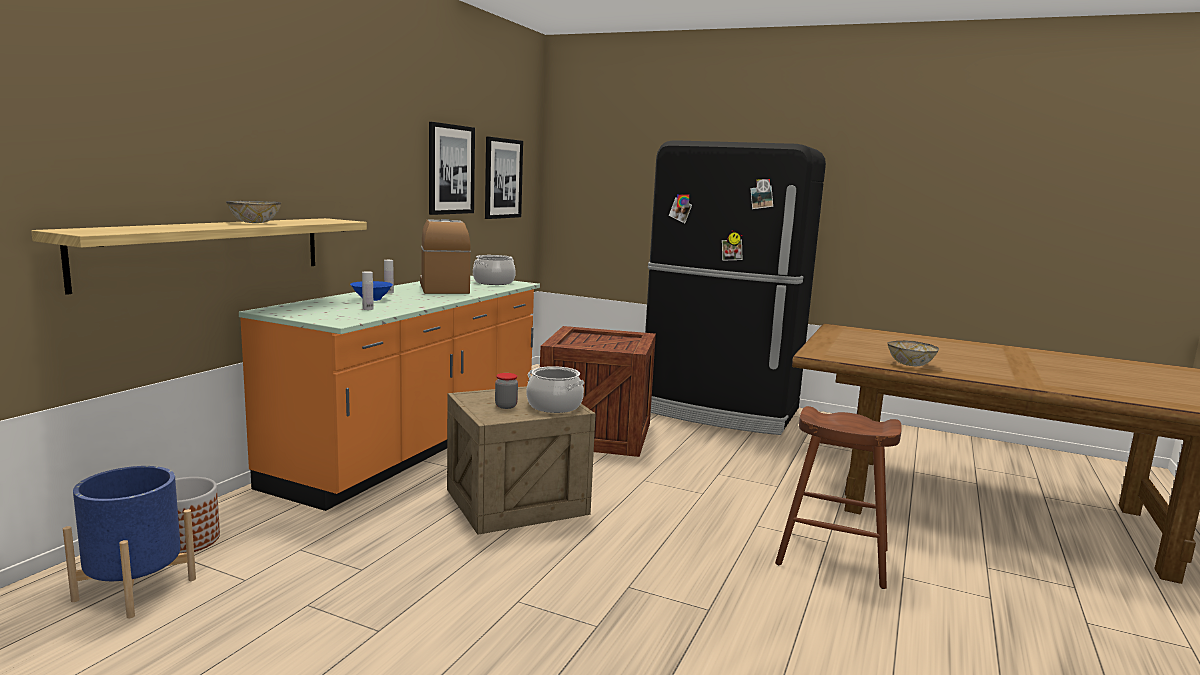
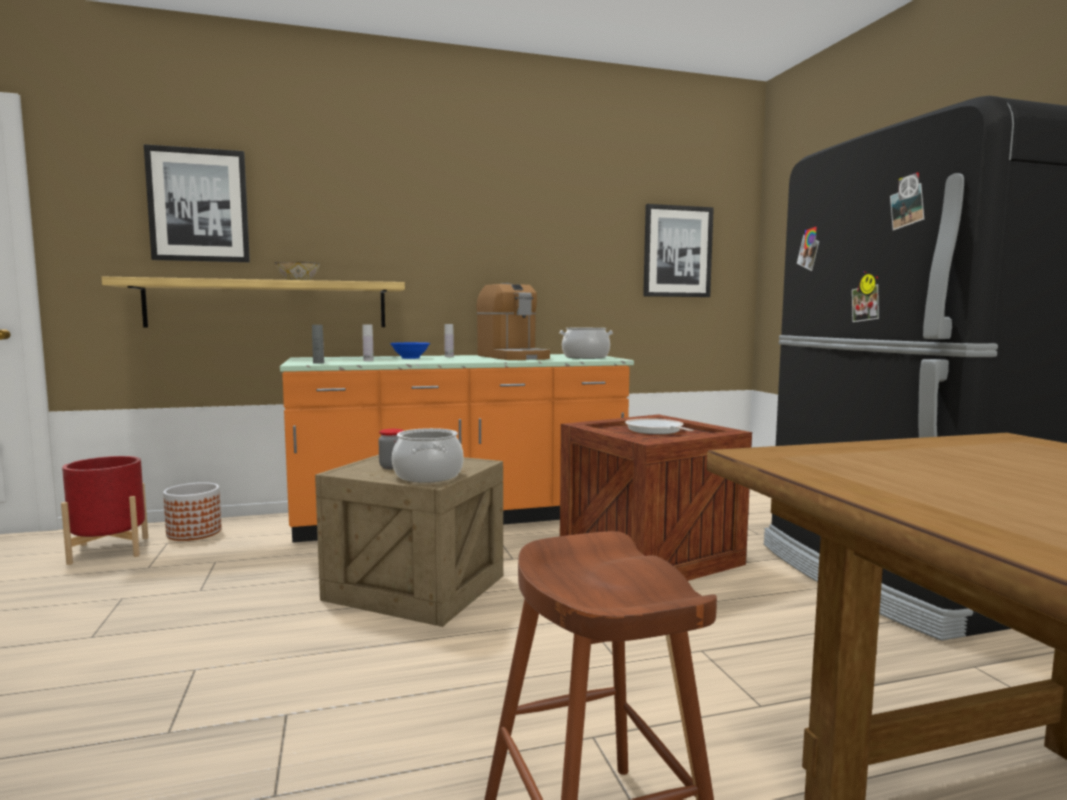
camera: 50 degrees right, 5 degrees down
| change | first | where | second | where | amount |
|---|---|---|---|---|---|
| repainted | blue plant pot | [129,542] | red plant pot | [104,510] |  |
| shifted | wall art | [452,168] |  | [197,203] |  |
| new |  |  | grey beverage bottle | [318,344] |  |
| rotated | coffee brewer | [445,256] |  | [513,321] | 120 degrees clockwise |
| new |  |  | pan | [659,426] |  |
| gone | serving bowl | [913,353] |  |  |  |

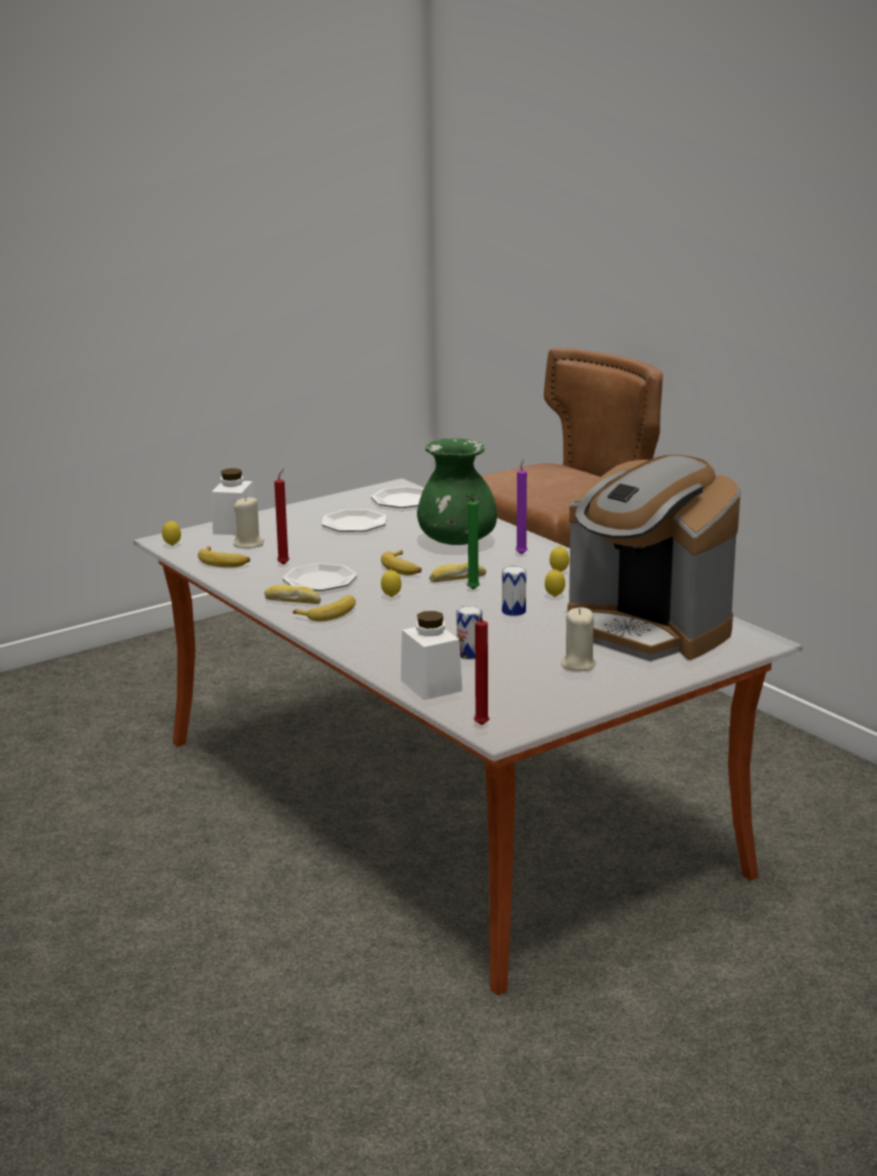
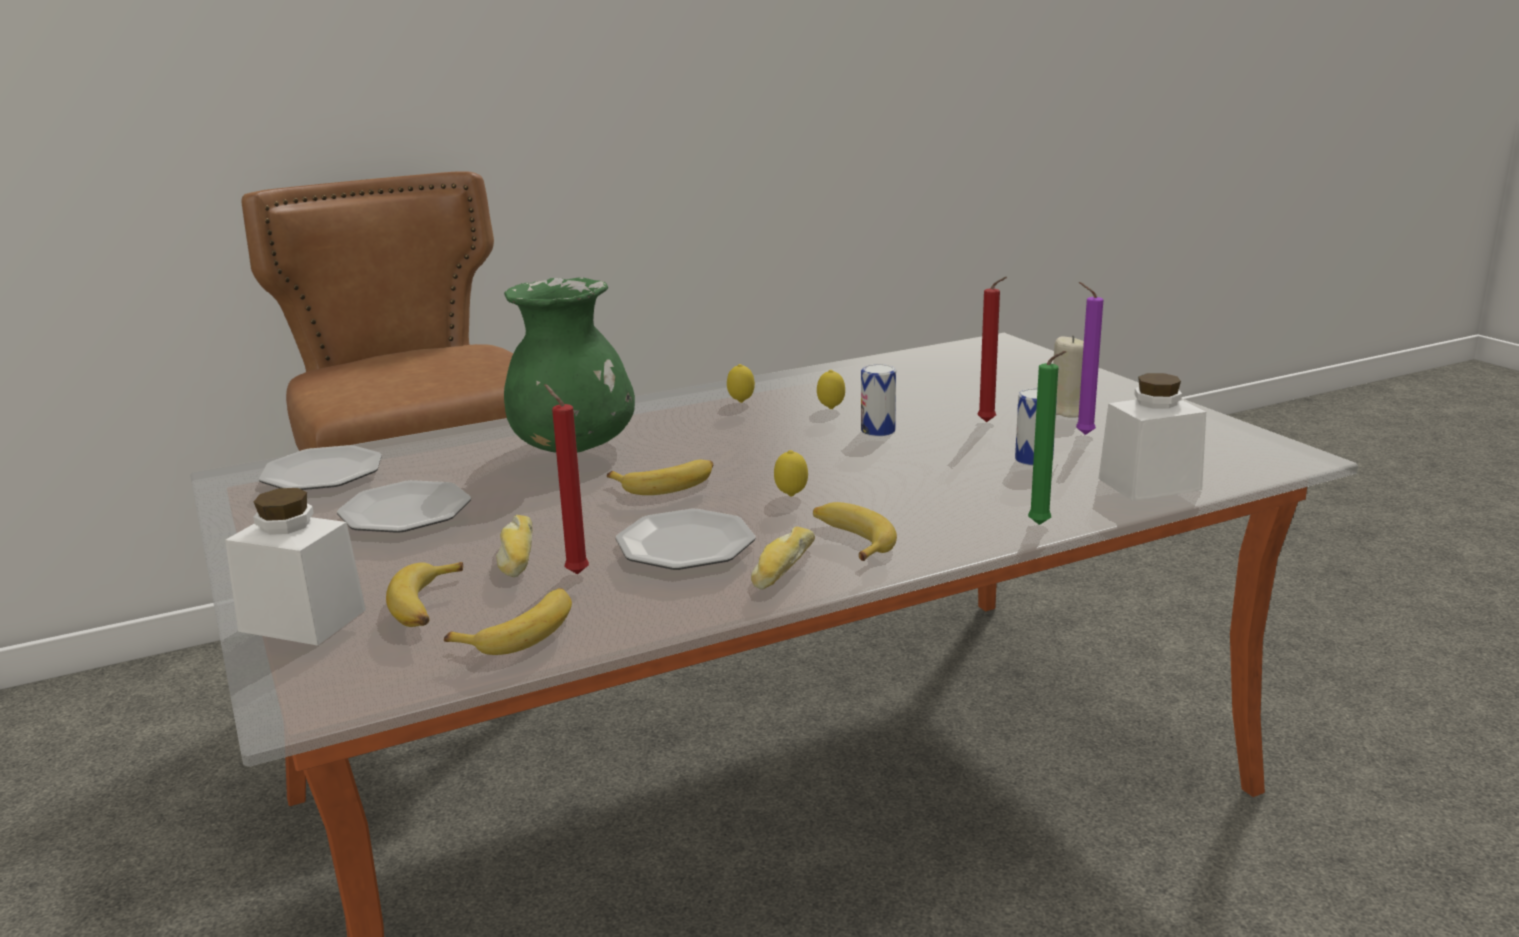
camera: 80 degrees left, 0 degrees up
| change | first | where | second | where | amount |
|---|---|---|---|---|---|
| swapped | beige-coloured wax candle | [249,522] | whole banana | [424,594] |  |
| shifted | bread | [457,572] |  | [514,546] |  |
| shifted | red wax candle | [482,670] |  | [992,349] |  |
| shifted | green wax candle | [473,542] |  | [1047,438] |  |
| shifted | purple wax candle | [521,507] |  | [1089,358] |  |
| gone | lemon | [171,533] |  |  |  |
| gone | coffee brewer | [654,558] |  |  |  |

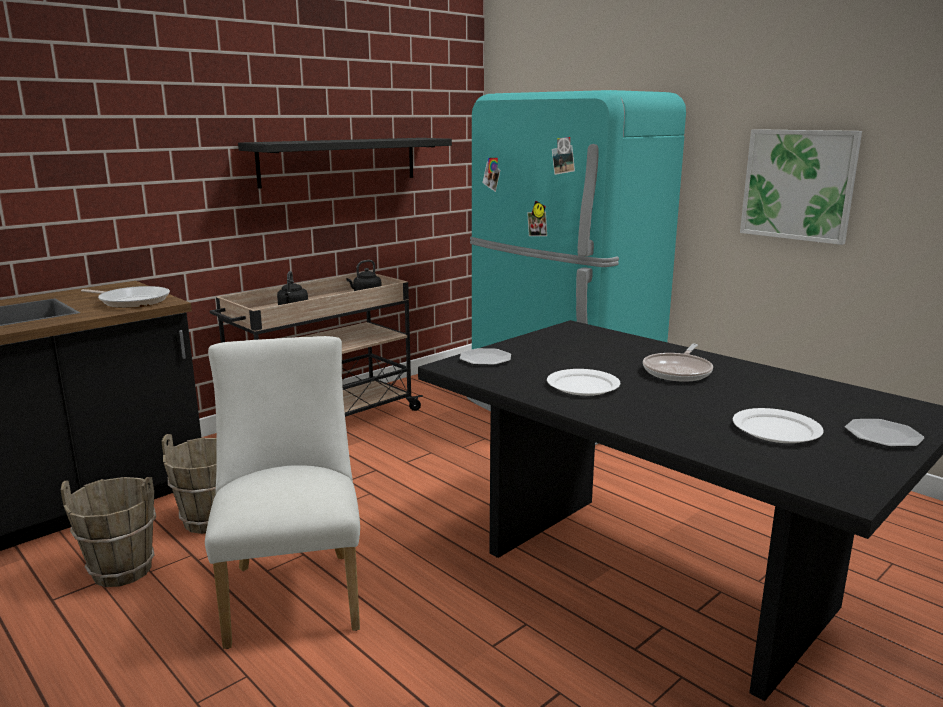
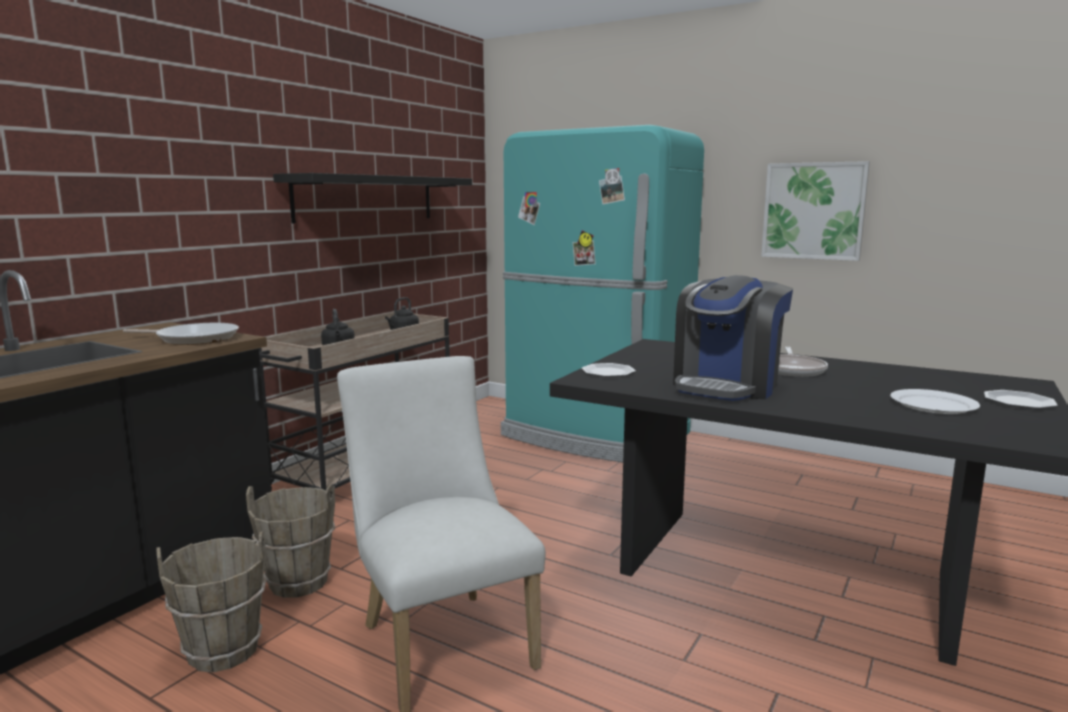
camera: 15 degrees left, 5 degrees down
| change | first | where | second | where | amount |
|---|---|---|---|---|---|
| swapped | whitish plate | [583,382] | coffee brewer | [733,338] |  |

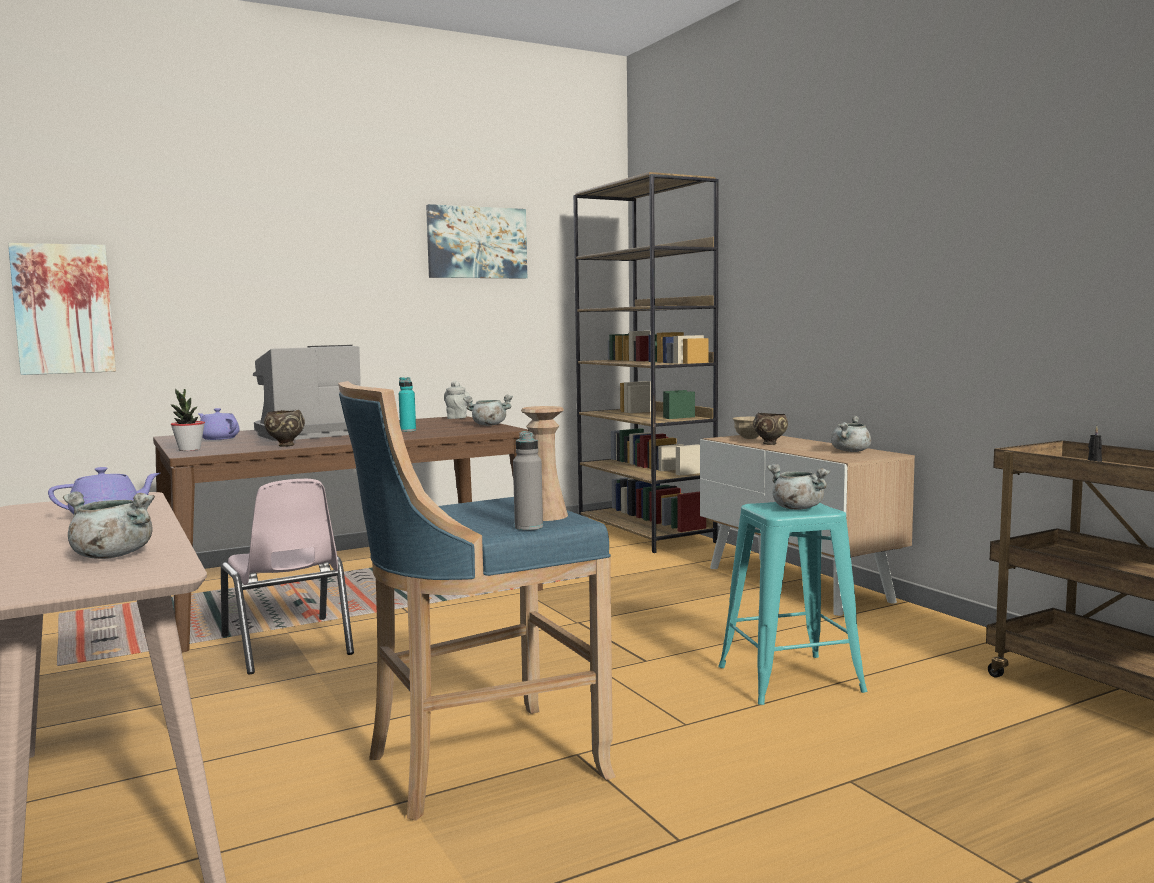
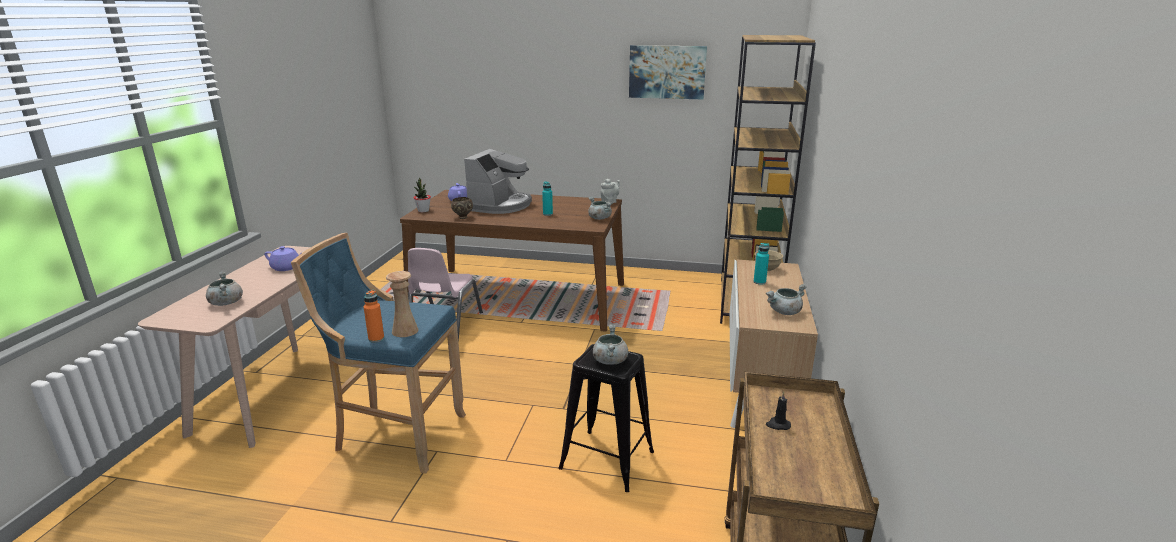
camera: 40 degrees right, 15 degrees up
| change | first | where | second | where | amount |
|---|---|---|---|---|---|
| repainted | grey beverage bottle | [528,480] | orange beverage bottle | [374,316] |  |
| rotated | coffee brewer | [307,393] |  | [498,181] | 105 degrees clockwise |
| repainted | blue-green stool seat | [792,603] | black-coloured stool seat | [606,418] |  |
| swapped | brownish serving bowl | [770,429] | blue-green beverage bottle | [761,264] |  |
| gone | wall art | [62,309] |  |  |  |

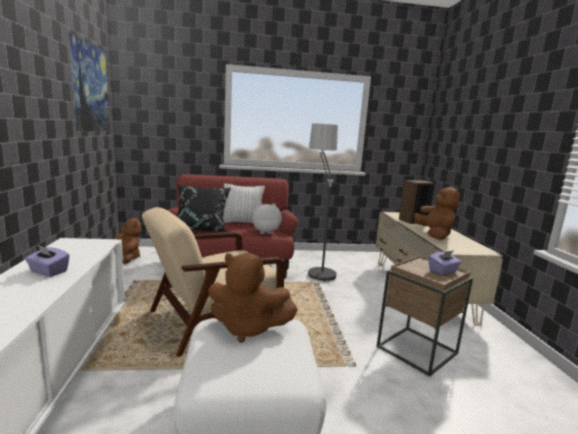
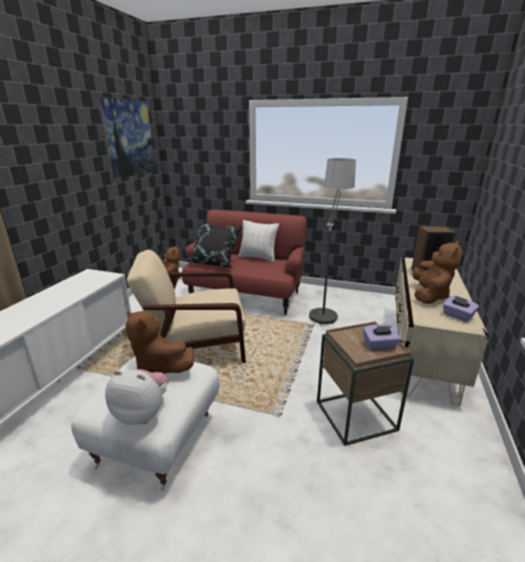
camera: 25 degrees right, 10 degrees up
| change | first | where | second | where | amount |
|---|---|---|---|---|---|
| shifted | cuddly toy | [267,218] |  | [136,397] |  |
| shifted | purple tissue holder | [47,261] |  | [461,308] |  |

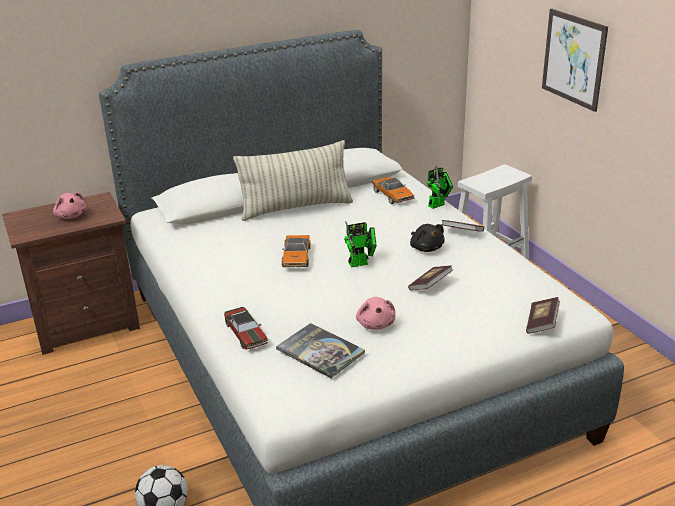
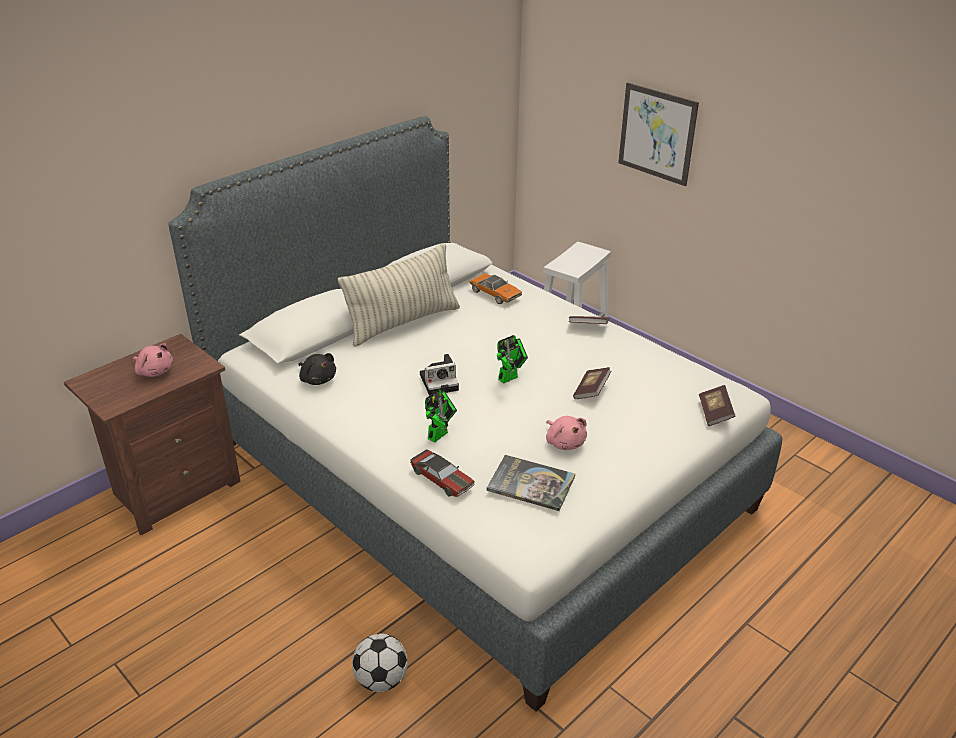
camera: 20 degrees left, 5 degrees up
| change | first | where | second | where | amount |
|---|---|---|---|---|---|
| shifted | black-coloured cuddly toy | [427,238] |  | [317,369] |  |
| swapped | model car | [296,251] | photo camera | [439,375] |  |
| shifted | toy robot | [440,187] |  | [441,415] |  |

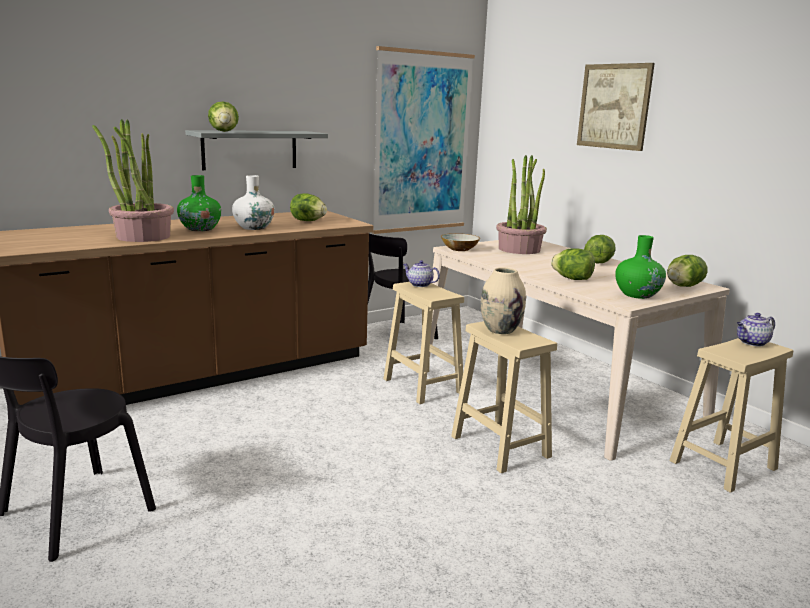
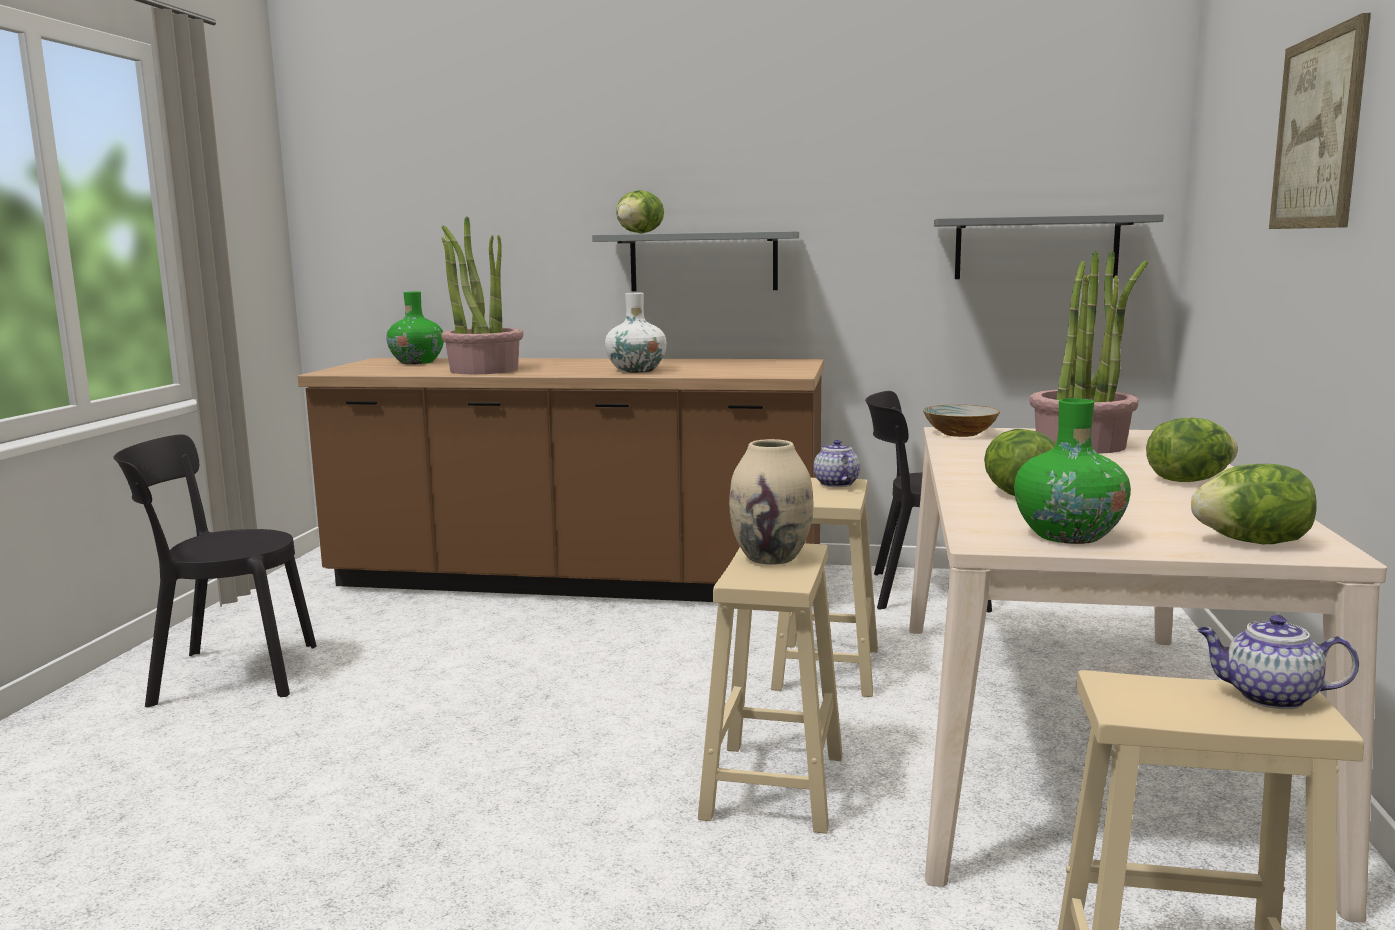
camera: 45 degrees right, 5 degrees down
| change | first | where | second | where | amount |
|---|---|---|---|---|---|
| shifted | green vase | [199,203] |  | [415,328] |  |
| swapped | wall art | [423,140] | grey shelf | [1049,246] |  |
| gone | lettuce | [308,207] |  |  |  |

